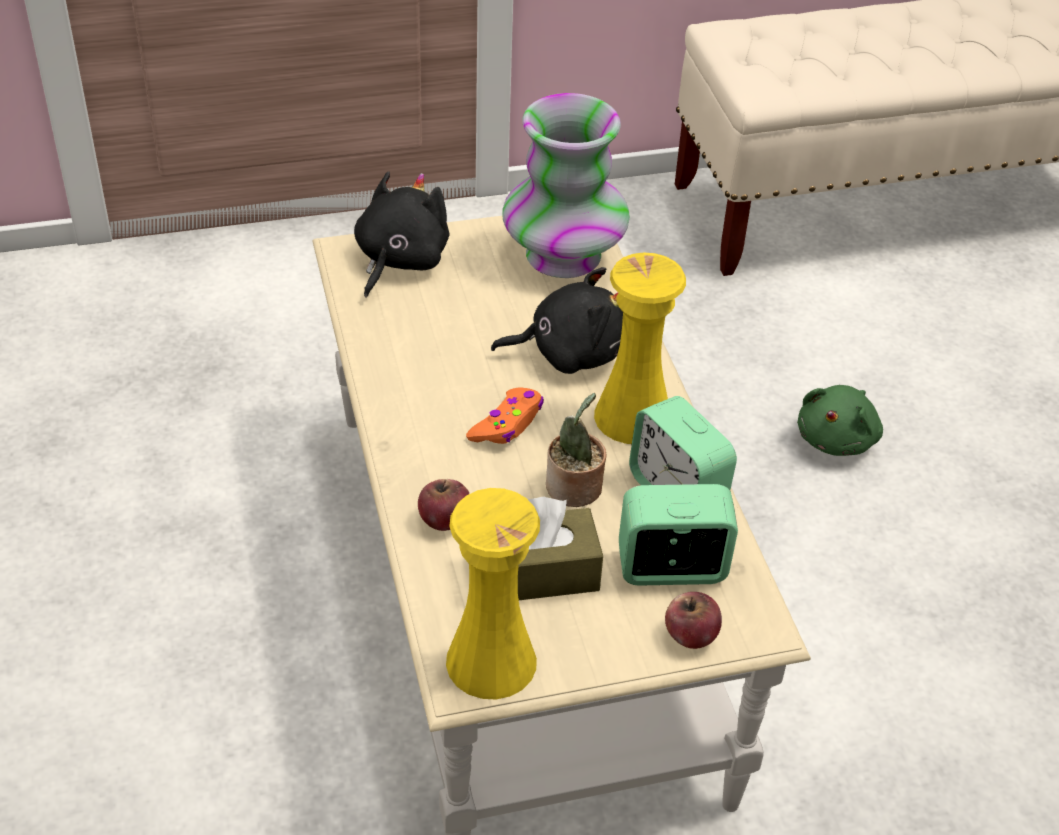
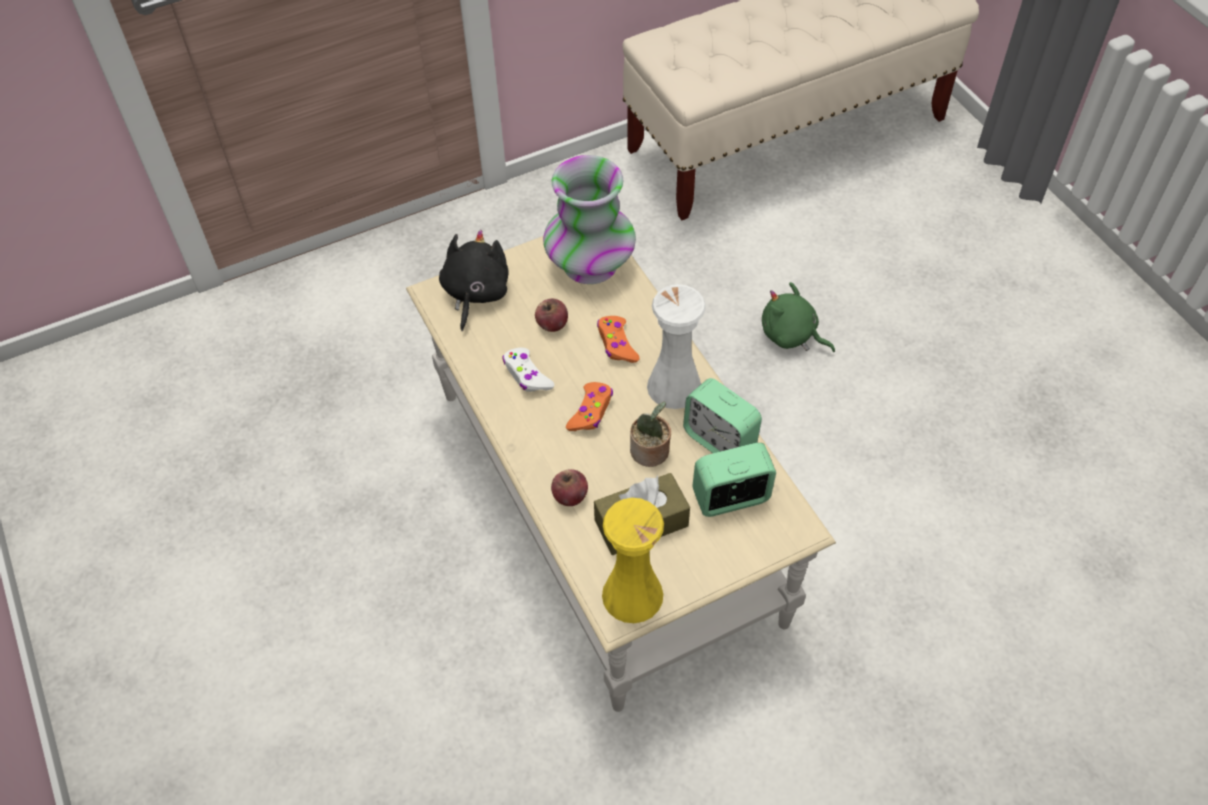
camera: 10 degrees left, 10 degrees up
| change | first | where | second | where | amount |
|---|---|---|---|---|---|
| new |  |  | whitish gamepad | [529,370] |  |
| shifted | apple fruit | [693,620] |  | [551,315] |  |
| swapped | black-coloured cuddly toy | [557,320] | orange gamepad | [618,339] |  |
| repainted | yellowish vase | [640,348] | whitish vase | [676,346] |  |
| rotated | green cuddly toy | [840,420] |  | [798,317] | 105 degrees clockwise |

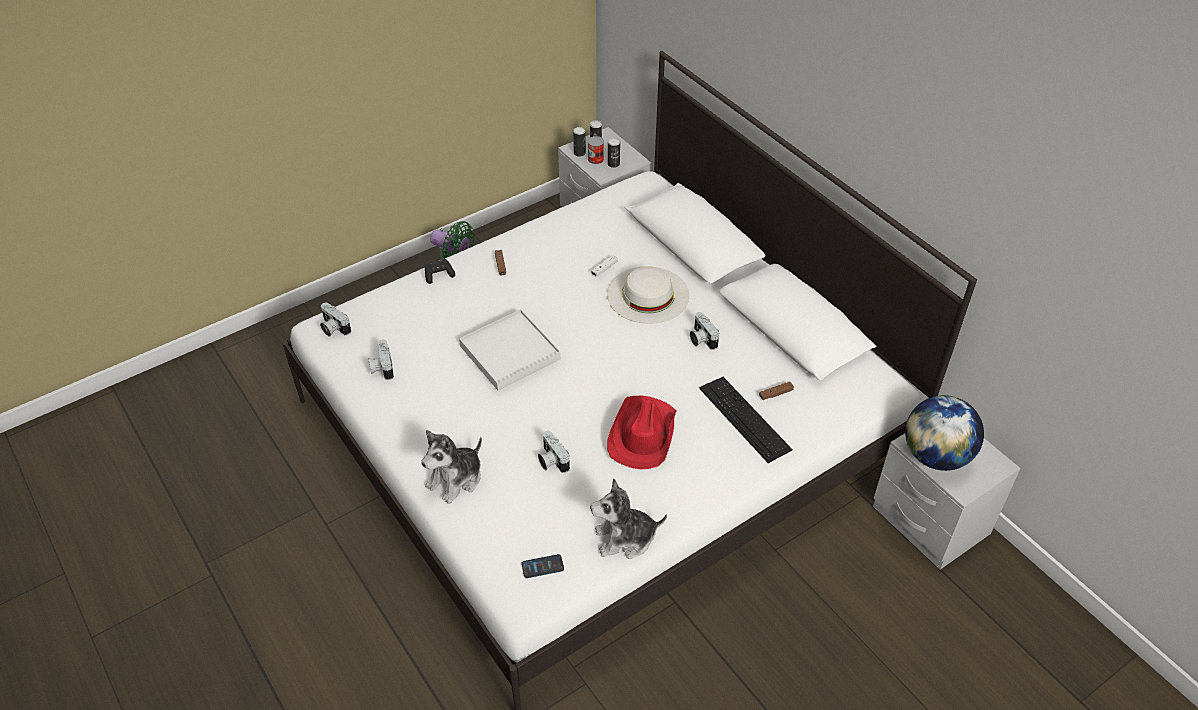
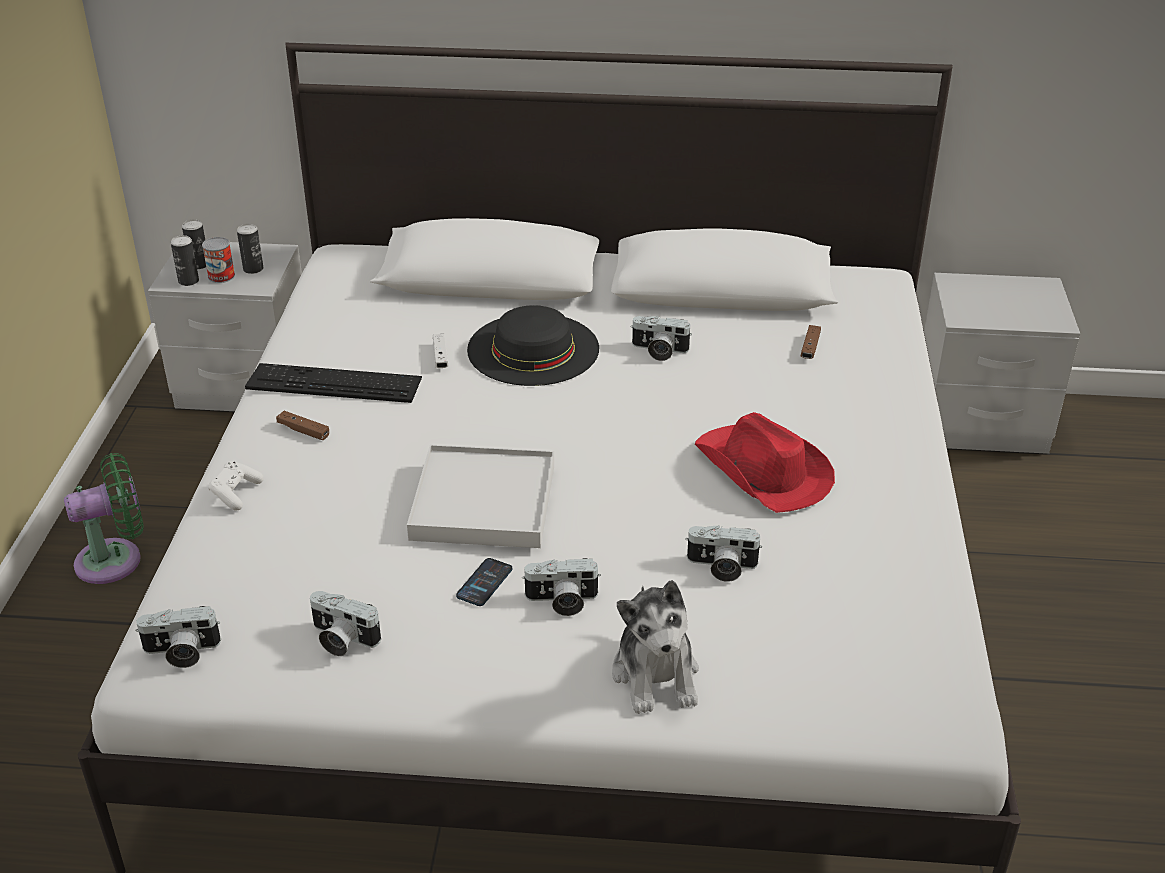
camera: 50 degrees left, 10 degrees down
| change | first | where | second | where | amount |
|---|---|---|---|---|---|
| repainted | black-coloured gamepad | [440,271] | whitish gamepad | [236,486] |  |
| shifted | PC keyboard | [746,420] |  | [333,383] |  |
| shifted | telephone | [542,566] |  | [484,582] |  |
| repainted | whitish wearable hat | [648,295] | black-coloured wearable hat | [533,345] |  |
| new |  |  | photo camera | [561,587] |  |
| gone | cuddly toy | [628,518] |  |  |  |
| gone | globe | [944,433] |  |  |  |

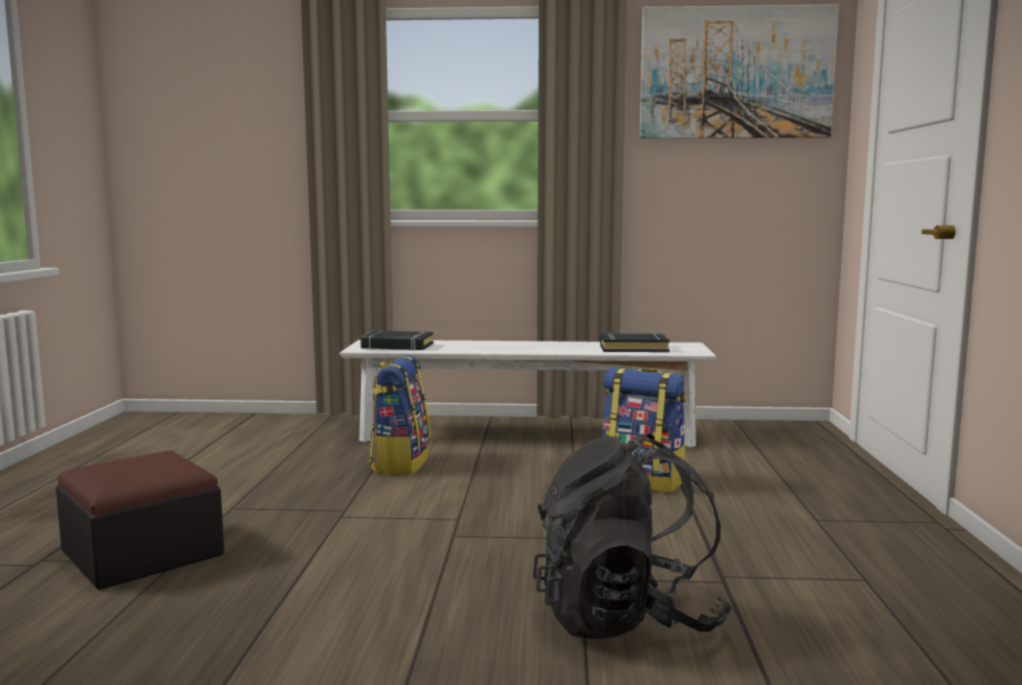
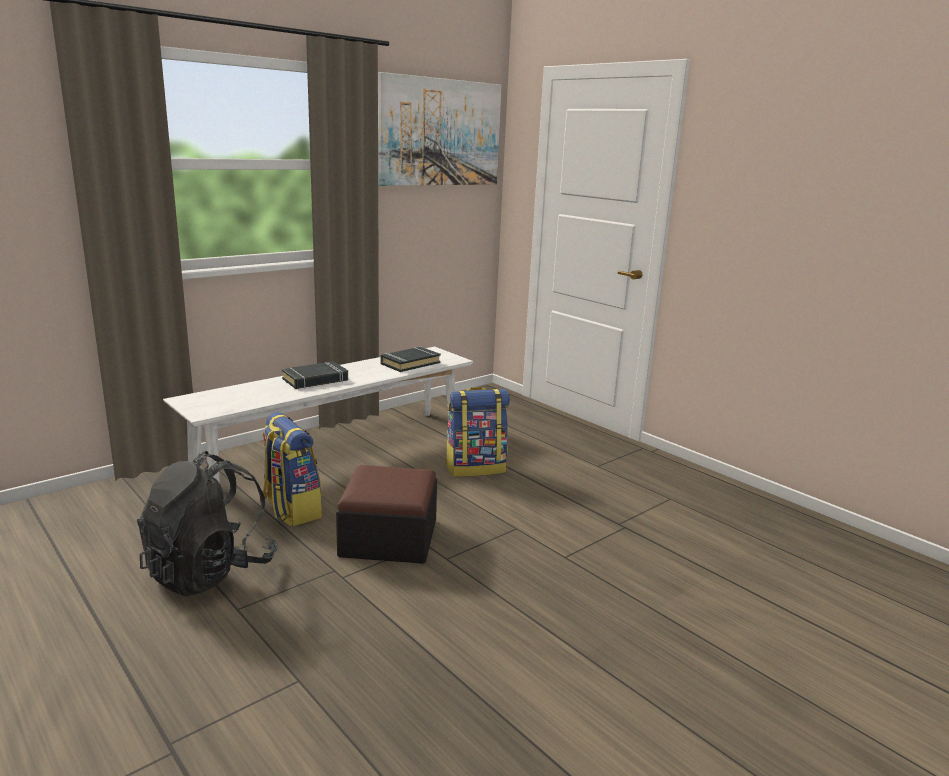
camera: 45 degrees left, 10 degrees up
| change | first | where | second | where | amount |
|---|---|---|---|---|---|
| shifted | black-coloured rucksack | [632,536] |  | [207,524] |  |
| shifted | black-coloured book | [396,340] |  | [315,375] |  |
| shifted | pouffe | [140,520] |  | [386,514] |  |

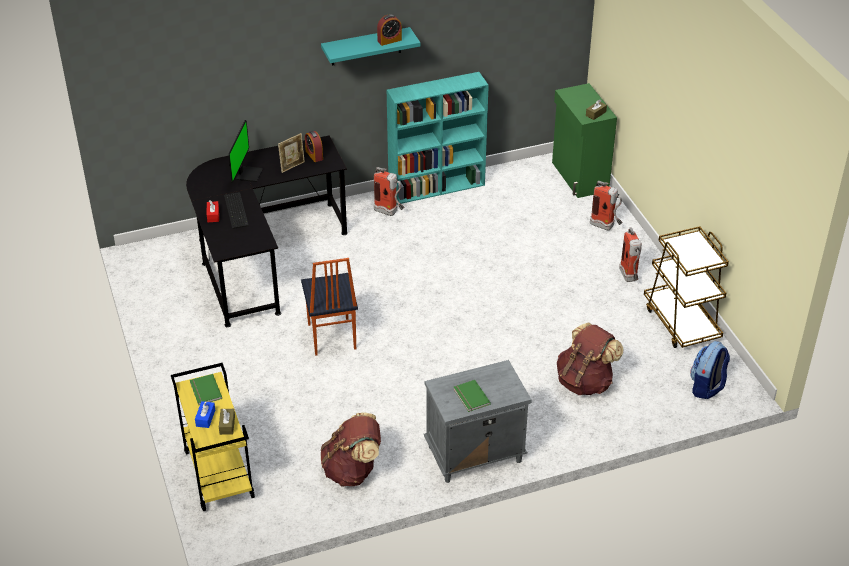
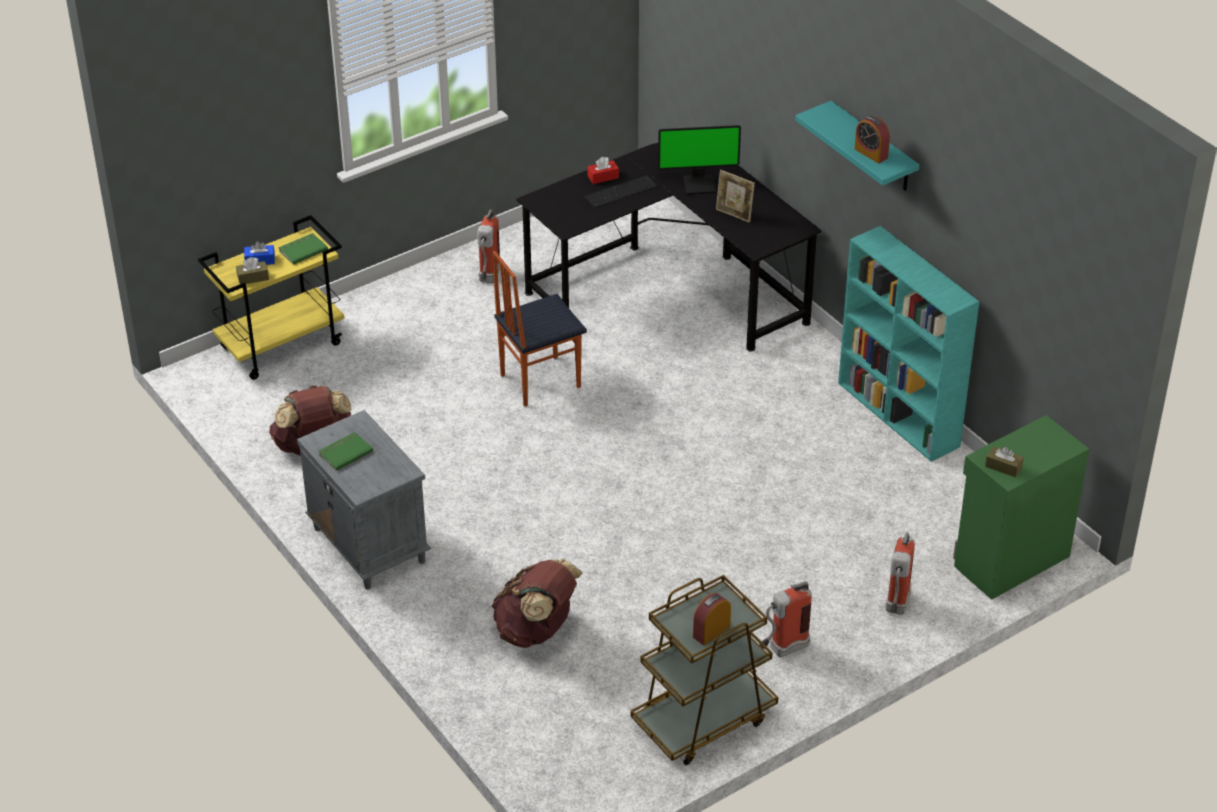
camera: 75 degrees right, 0 degrees up
| change | first | where | second | where | amount |
|---|---|---|---|---|---|
| shifted | extinguisher | [389,191] |  | [488,246] |  |
| shifted | table clock | [314,146] |  | [712,619] |  |
| gone | rucksack | [710,370] |  |  |  |

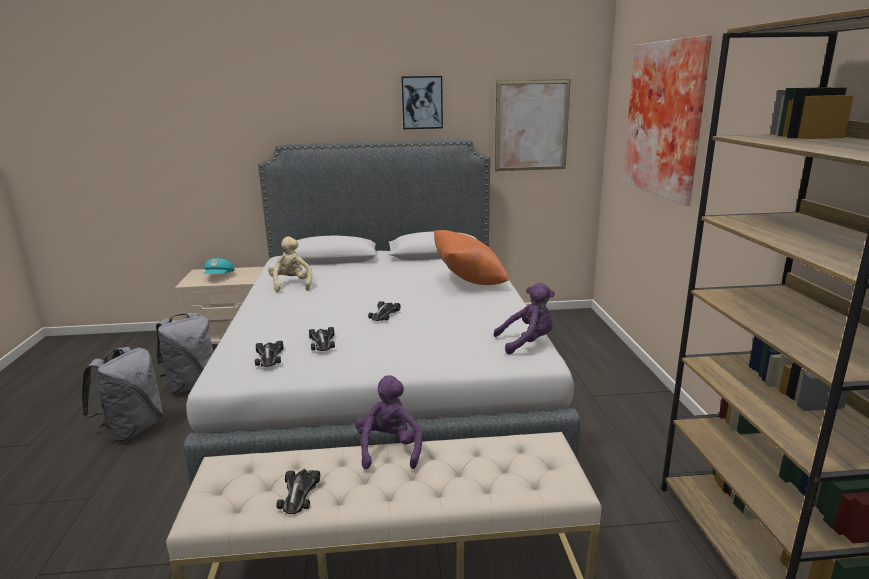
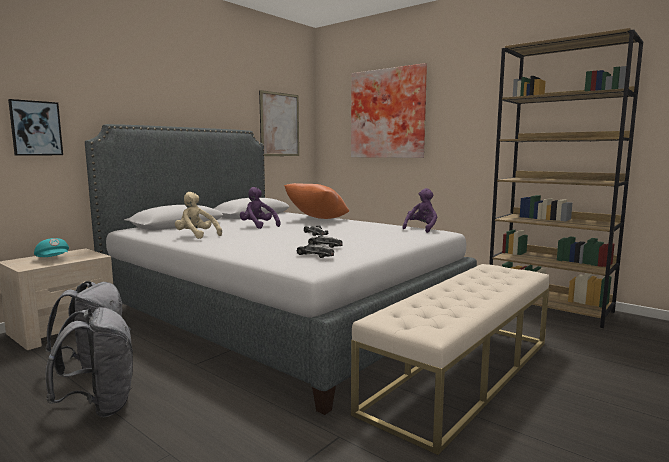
camera: 45 degrees left, 10 degrees down
| change | first | where | second | where | amount |
|---|---|---|---|---|---|
| shifted | wall art | [422,102] |  | [35,127] |  |
| shifted | purple cuddly toy | [388,422] |  | [260,208] |  |
| gone | model car | [298,491] |  |  |  |

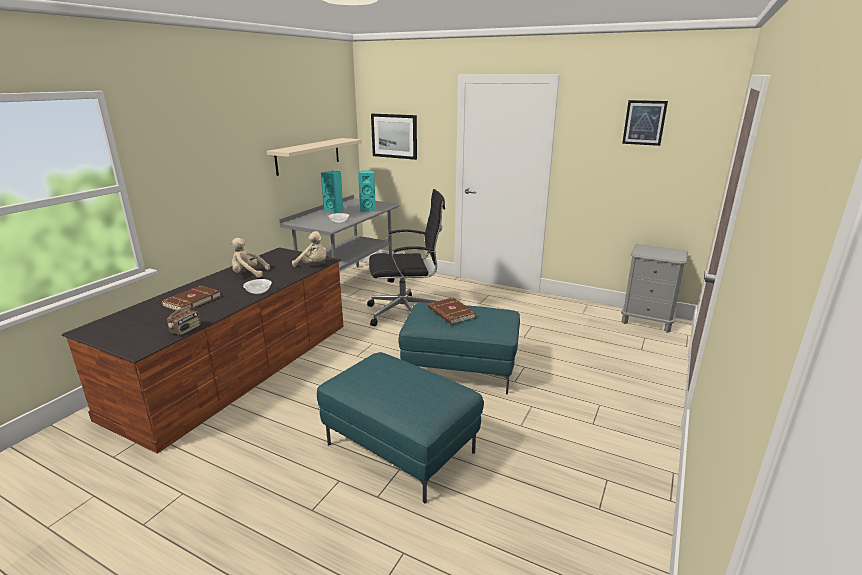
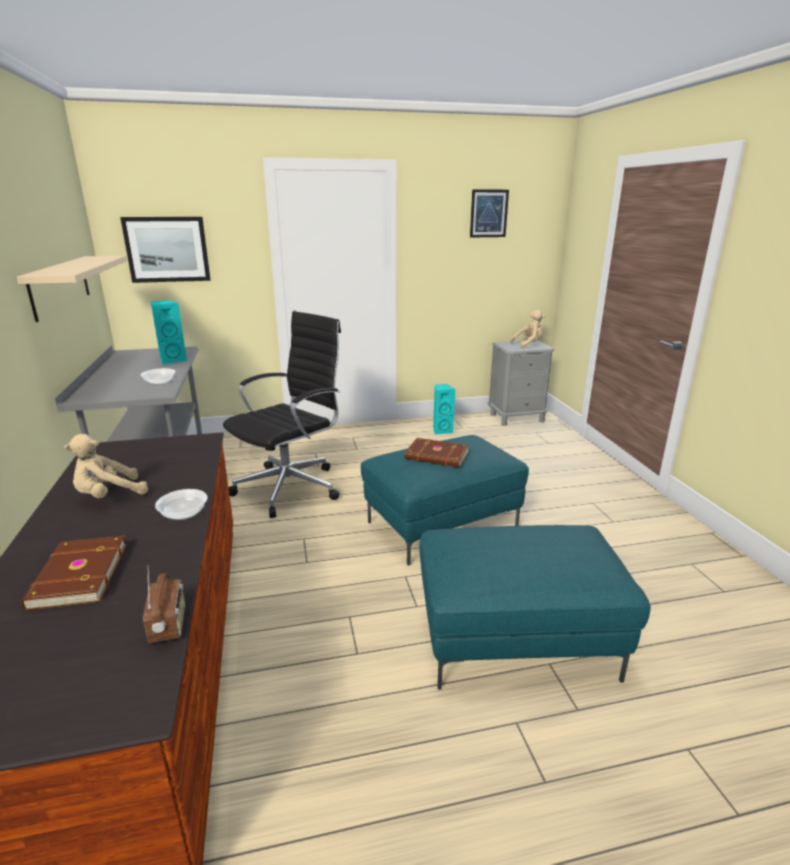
camera: 40 degrees left, 0 degrees up
| change | first | where | second | where | amount |
|---|---|---|---|---|---|
| shifted | blue-green speaker | [332,192] |  | [444,409] |  |
| shifted | beige-coloured cuddly toy | [309,249] |  | [527,329] |  |

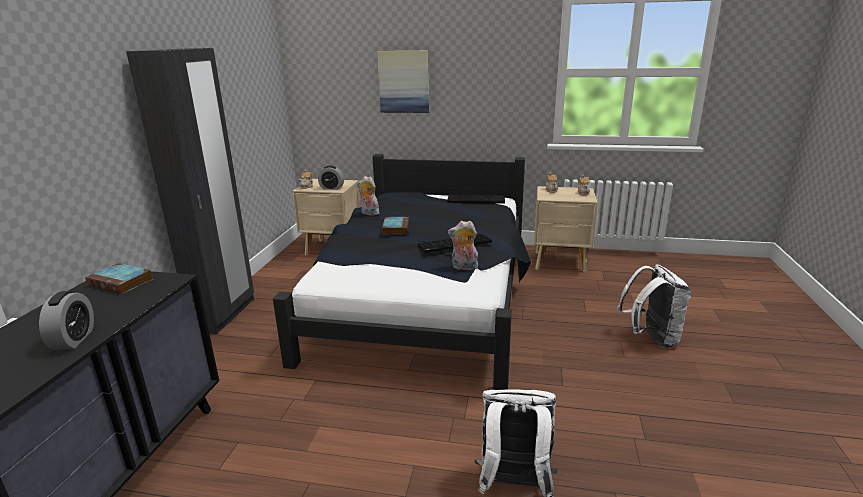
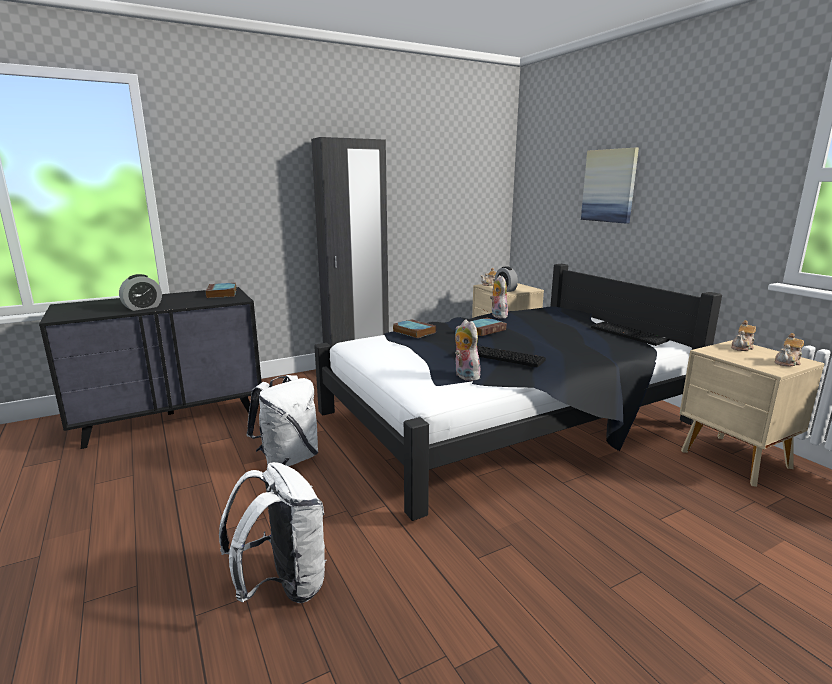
camera: 50 degrees right, 5 degrees down
| change | first | where | second | where | amount |
|---|---|---|---|---|---|
| shifted | whitish rucksack | [654,306] |  | [282,420] |  |
| new |  |  | book | [414,328] |  |

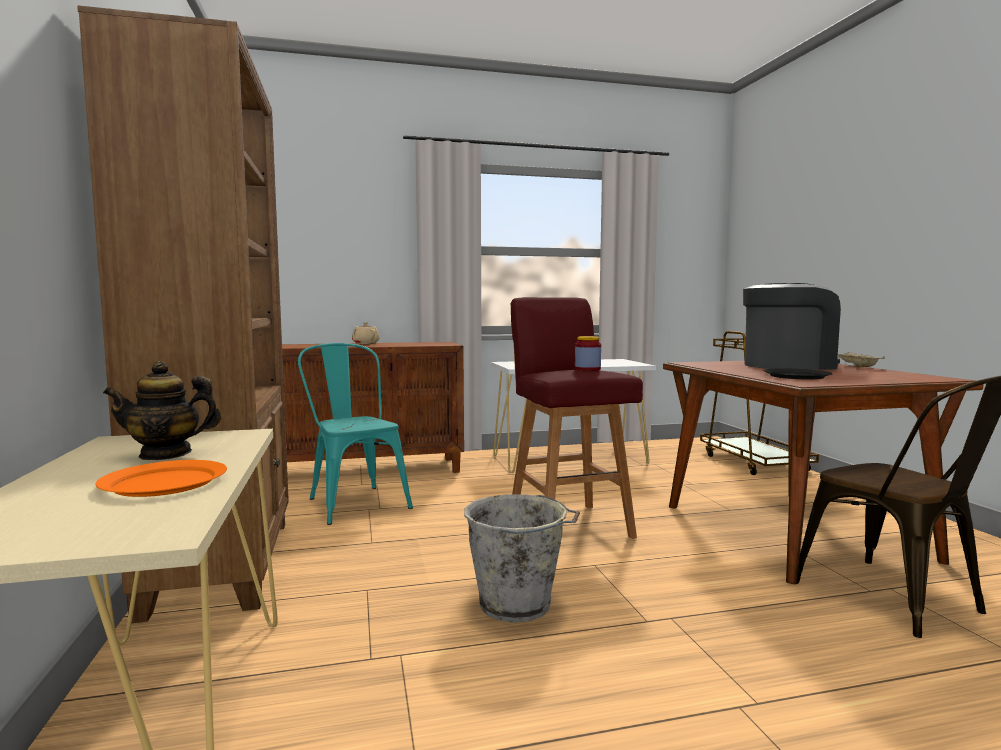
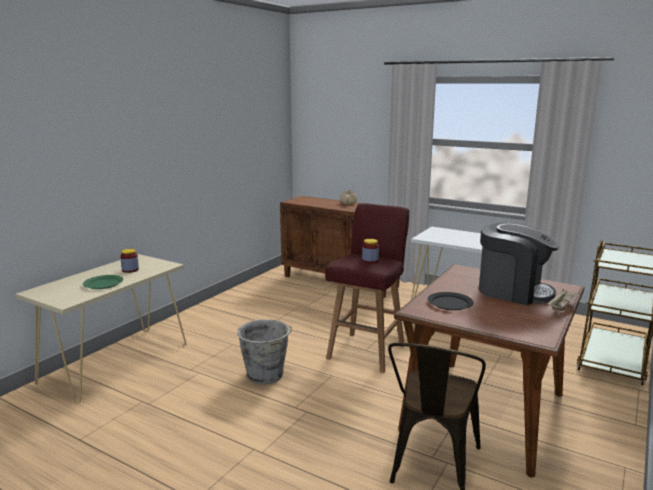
camera: 45 degrees right, 10 degrees up
| change | first | where | second | where | amount |
|---|---|---|---|---|---|
| repainted | orange plate | [161,478] | green plate | [103,282] |  |
| swapped | pot for tea | [162,410] | preserve jar | [129,261] |  |
| gone | brownish shelving unit | [183,314] |  |  |  |
| gone | blue-green plain chair | [355,434] |  |  |  |

